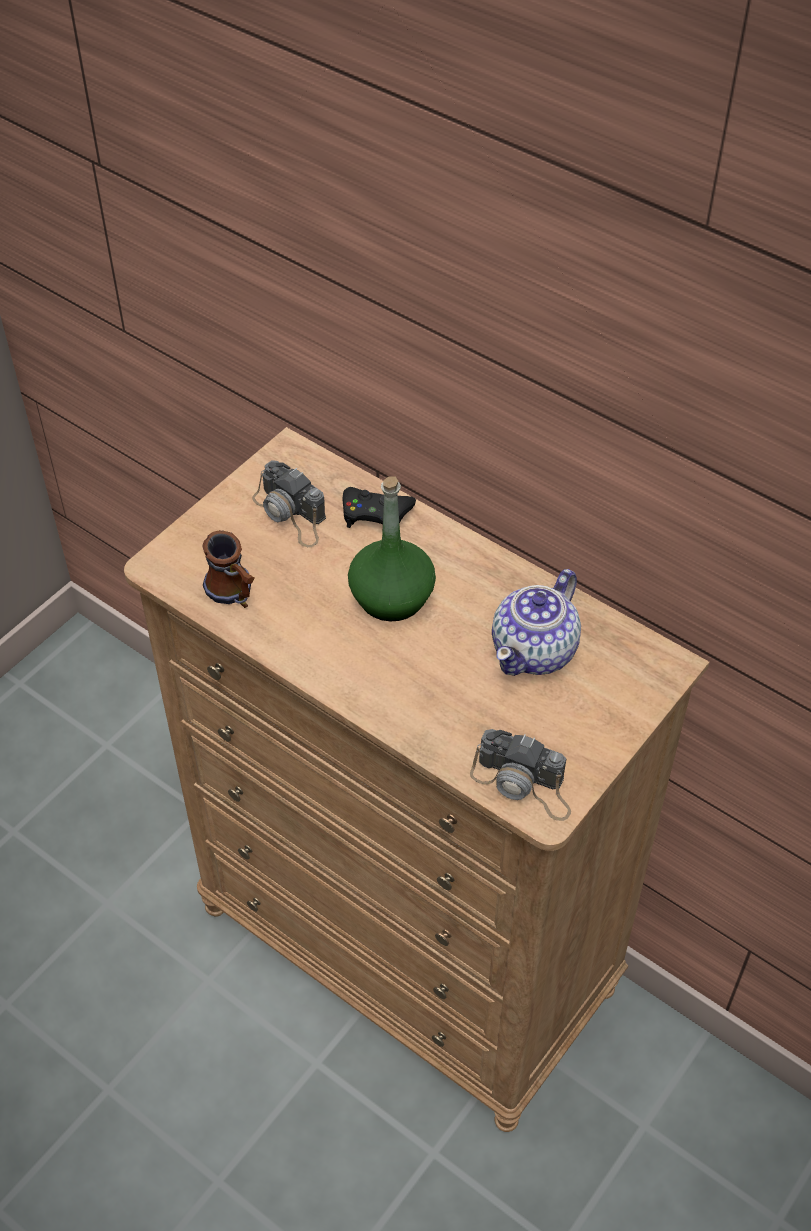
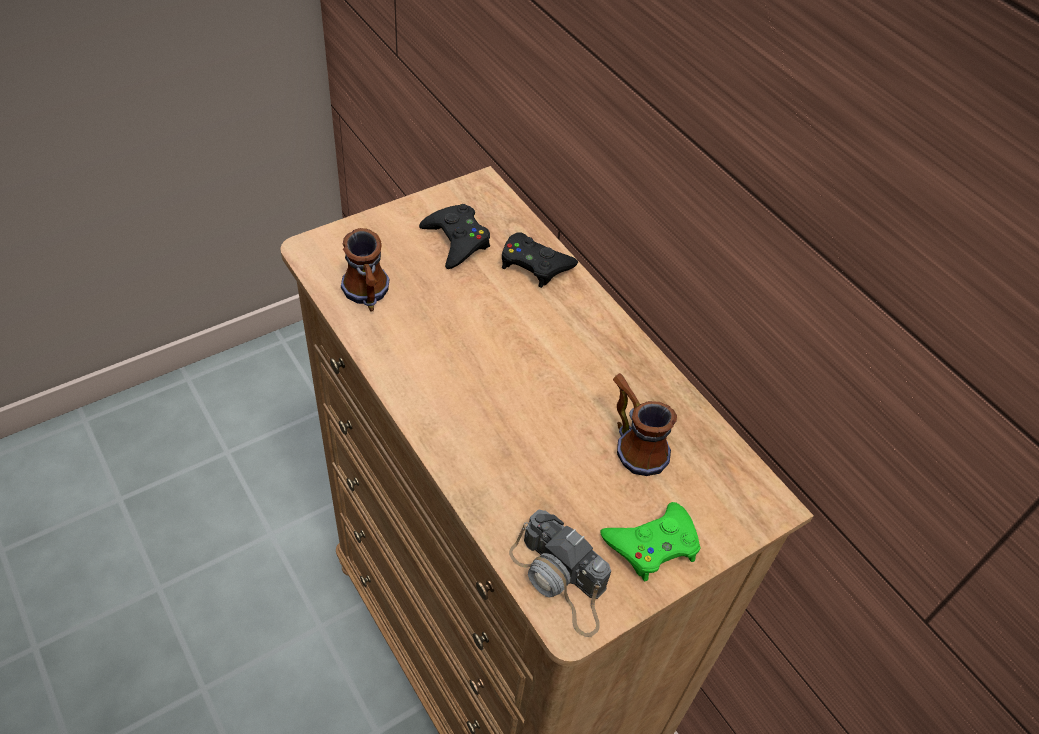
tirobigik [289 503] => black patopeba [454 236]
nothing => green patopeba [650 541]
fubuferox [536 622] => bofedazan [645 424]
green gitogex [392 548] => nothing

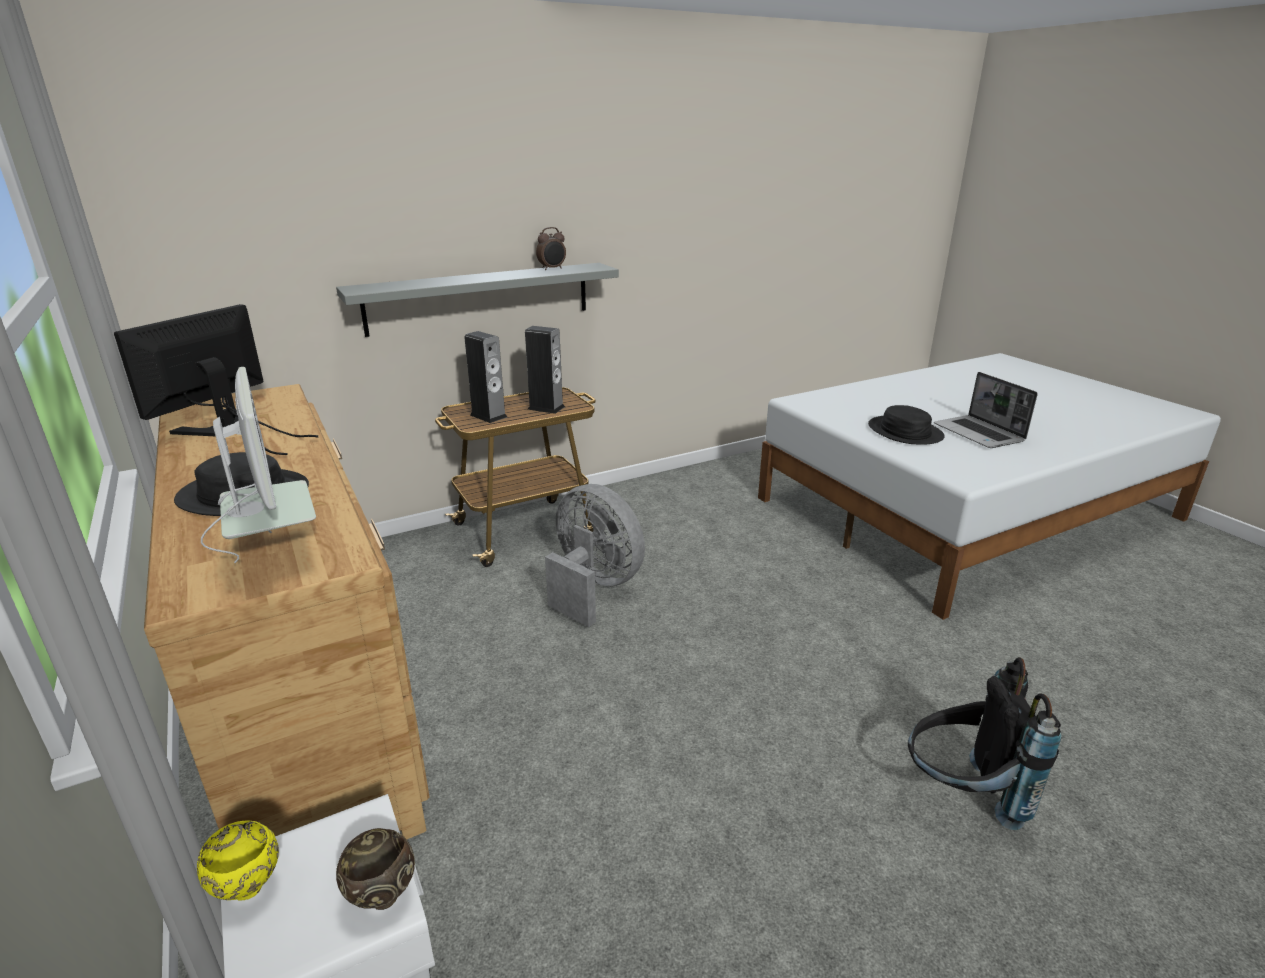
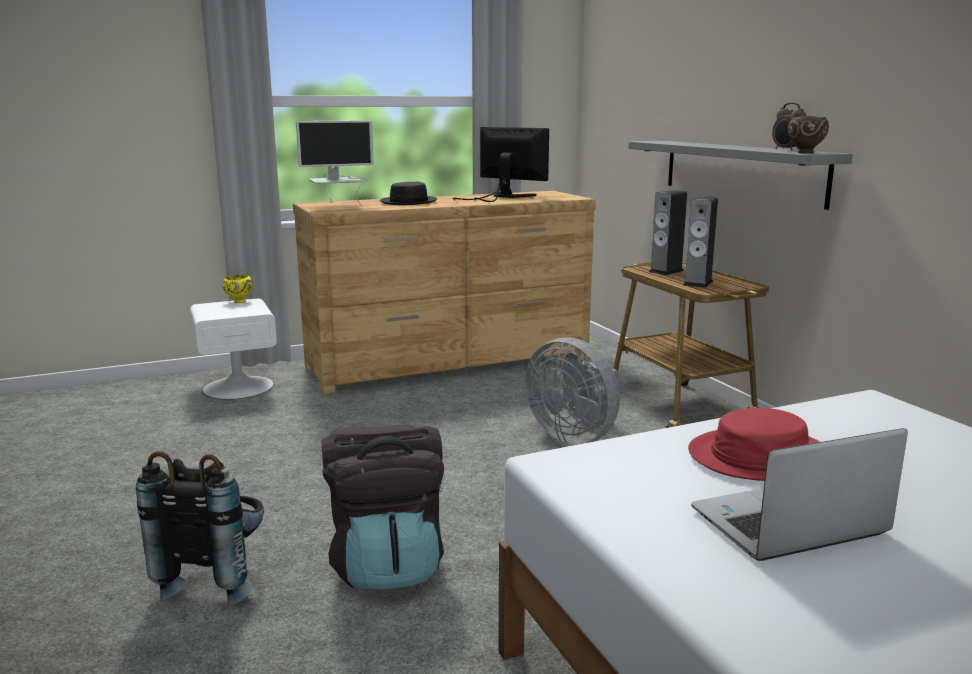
nothing => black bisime [382 507]
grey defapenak [595 555] => grey defapenak [572 391], 90 degrees clockwise
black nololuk [906 425] => red nololuk [754 444]
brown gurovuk [375 869] => brown gurovuk [808 134], shifted

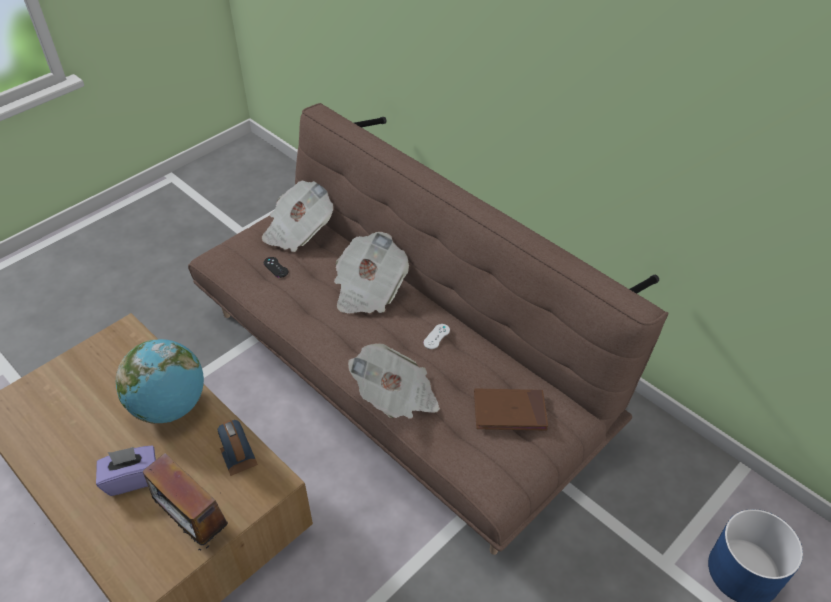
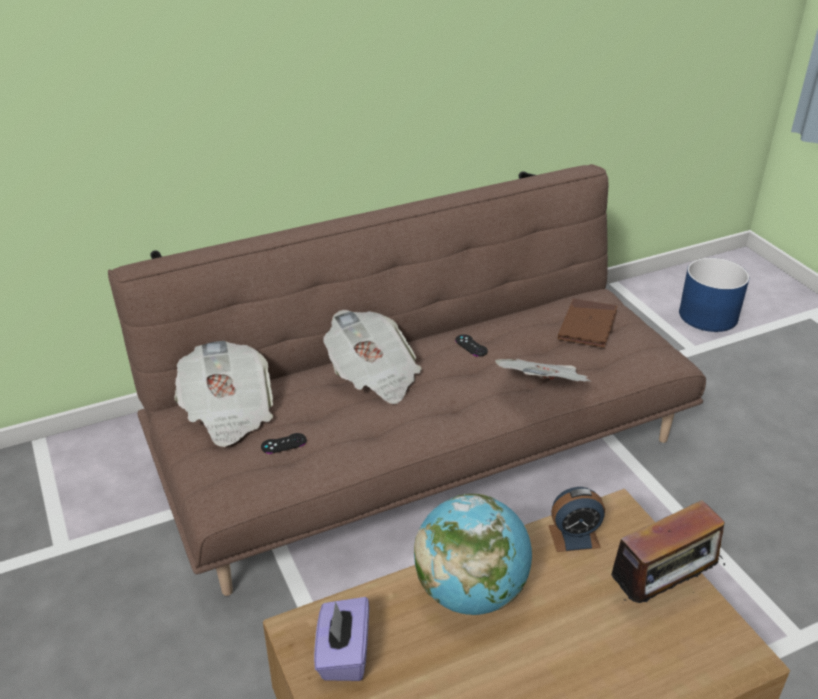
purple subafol [126 471] => purple subafol [341 639], shifted
white patopeba [436 336] => black patopeba [471 345]

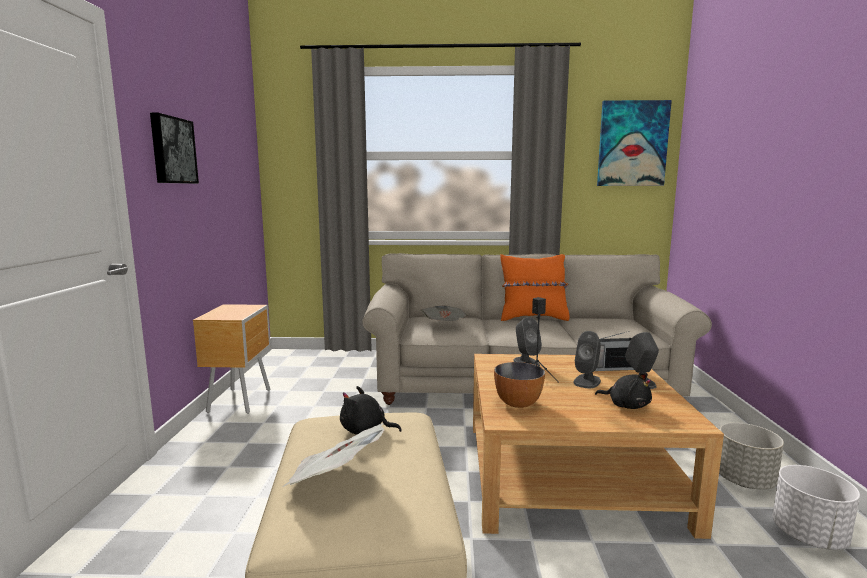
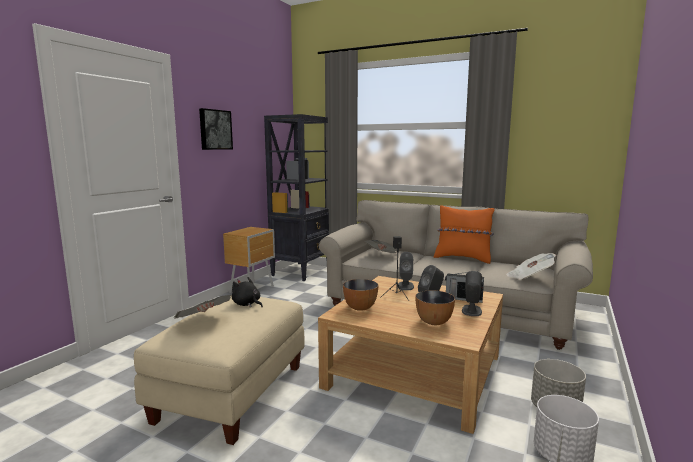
nothing => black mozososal [296 197]
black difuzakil [623 391] => gurovuk [435 307]
nothing => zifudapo [531 266]
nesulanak [634 143] => nothing

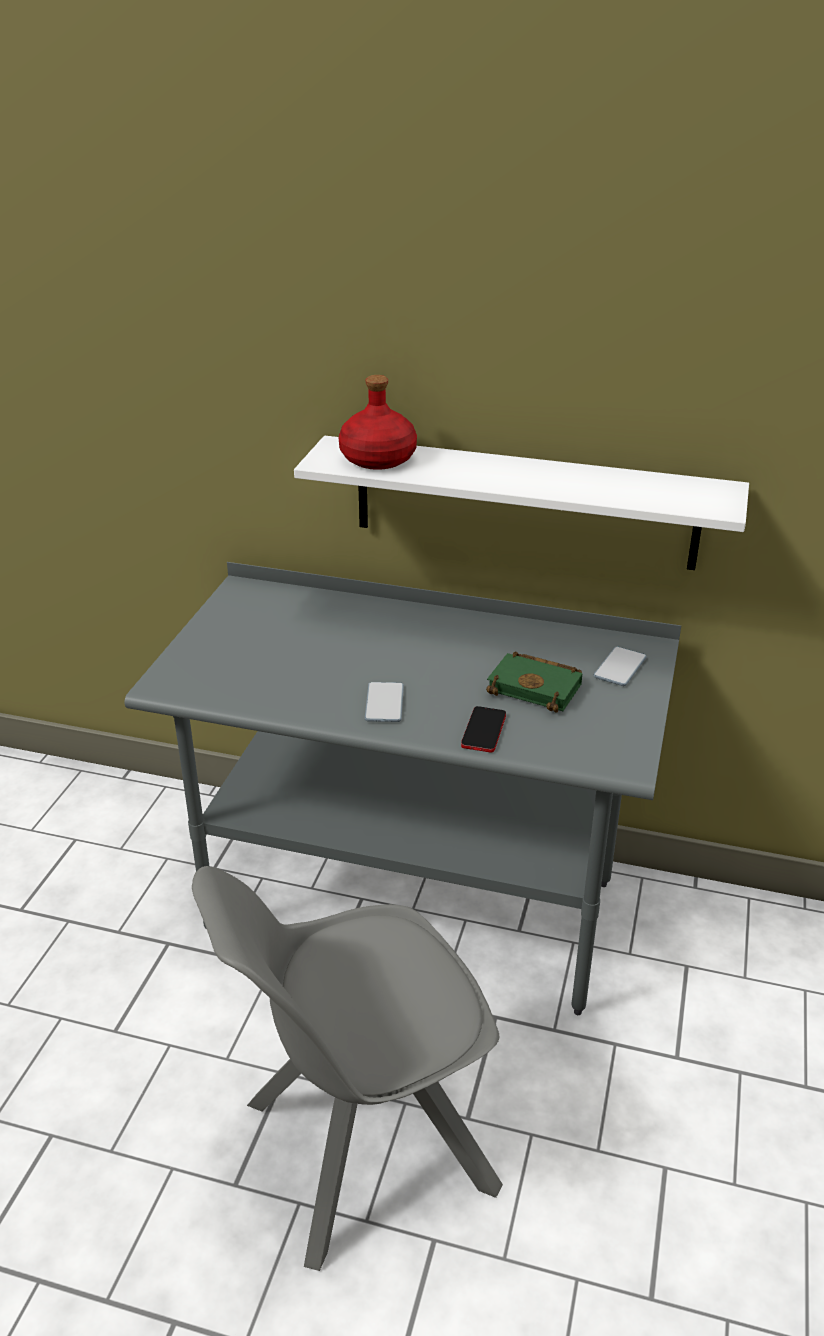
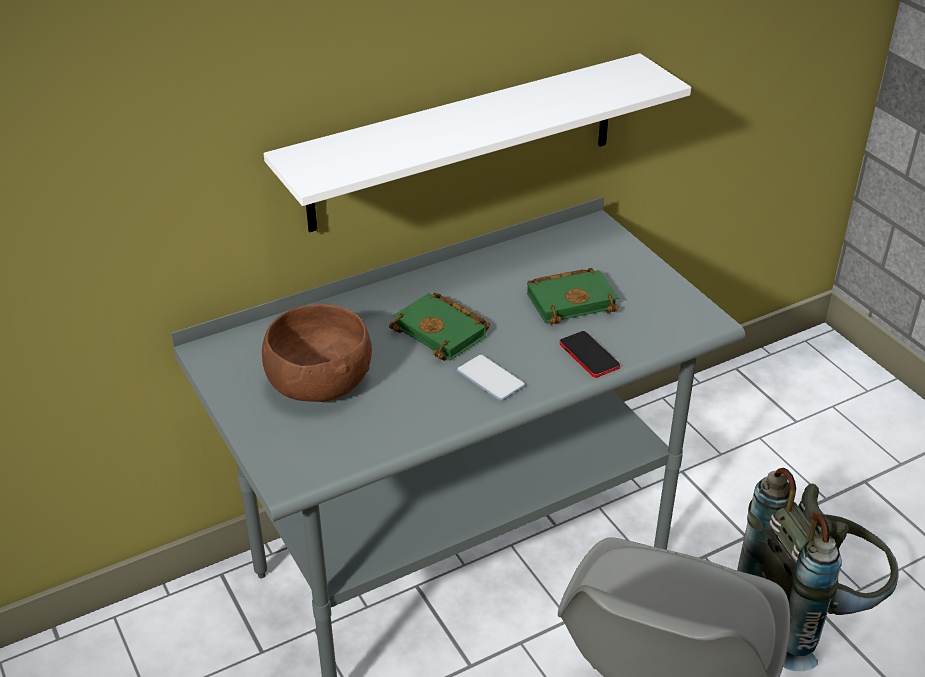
nothing => brown gurovuk [317 353]
nothing => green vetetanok [439 327]
nothing => grey bisime [817 569]
red gitogex [378 422] => nothing
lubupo [620 666] => nothing

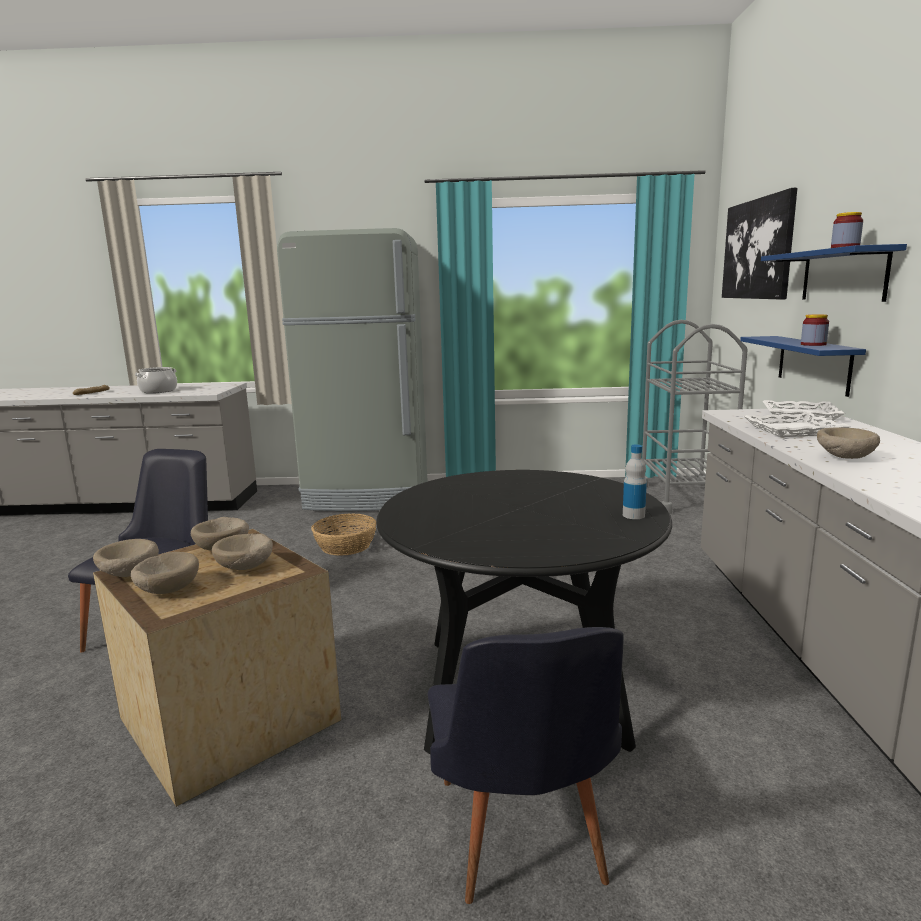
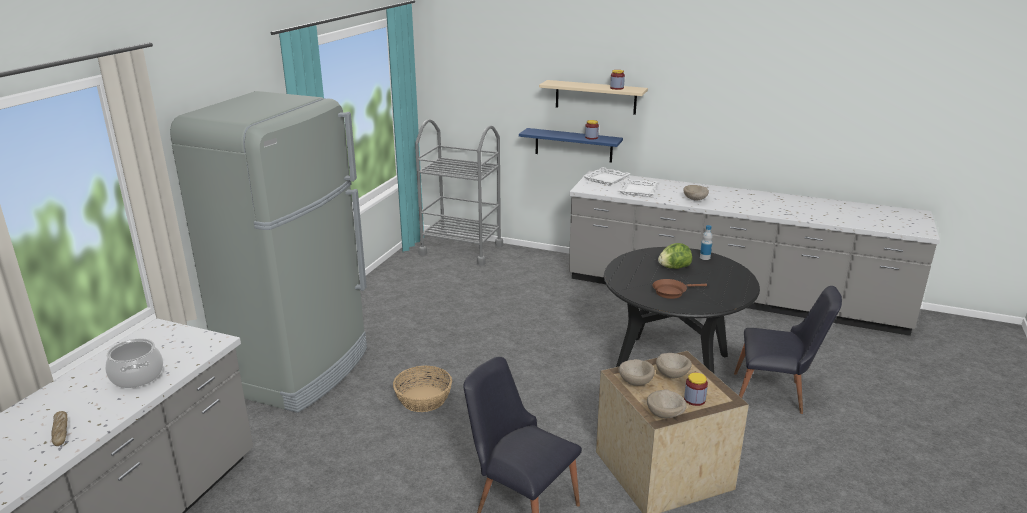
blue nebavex [834 273] => beige nebavex [593 97]
nothing => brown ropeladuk [679 289]
nothing => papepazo [675 256]
beige gurovuk [165 573] => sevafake [696 389]
nesulanak [759 244] => nothing

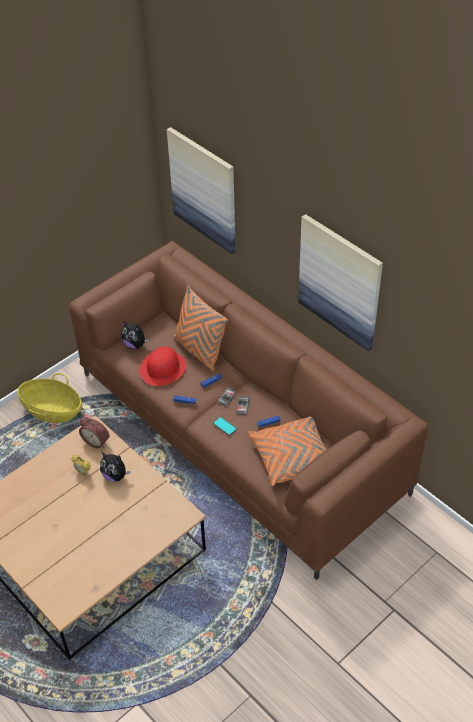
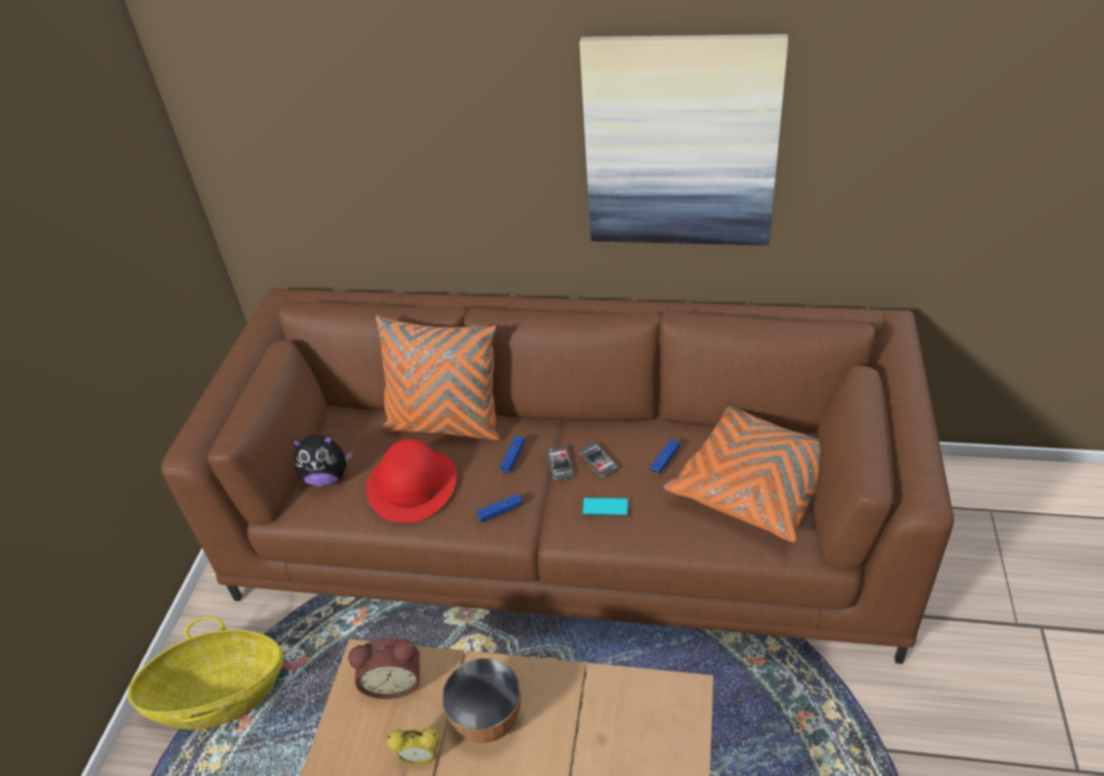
difuzakil [115 467] => gurovuk [481 700]
nesulanak [201 190] => nothing

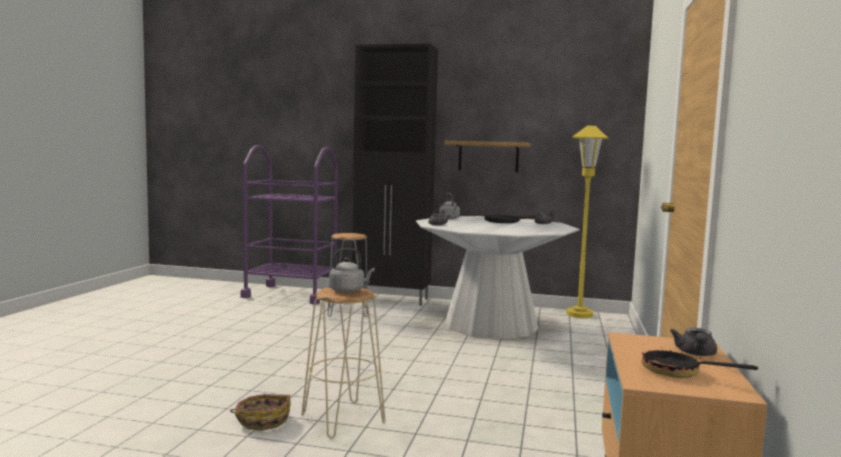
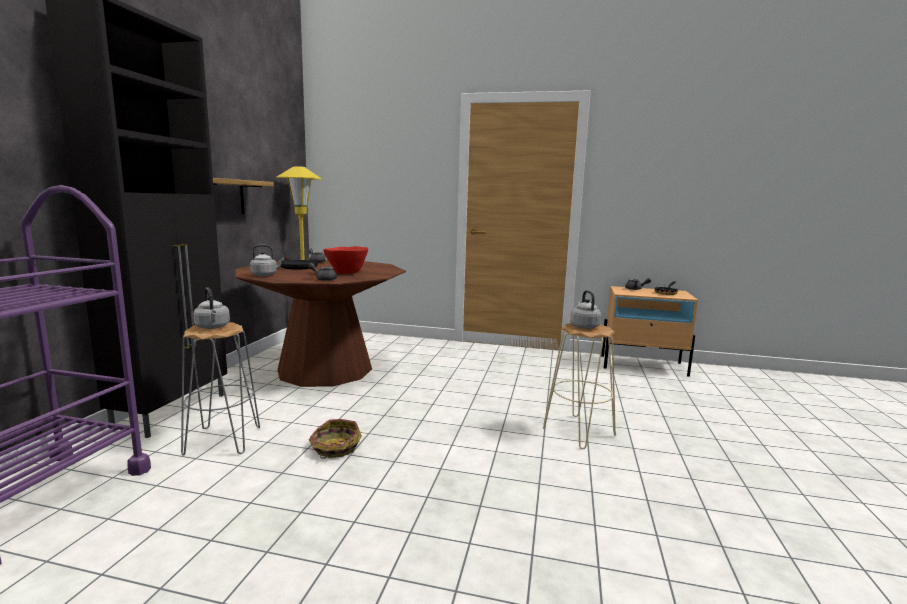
nothing => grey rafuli [211 308]
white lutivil [498 277] => brown lutivil [321 323]
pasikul [260 412] => pasikul [335 439], shifted
nothing => red gurovuk [345 260]

